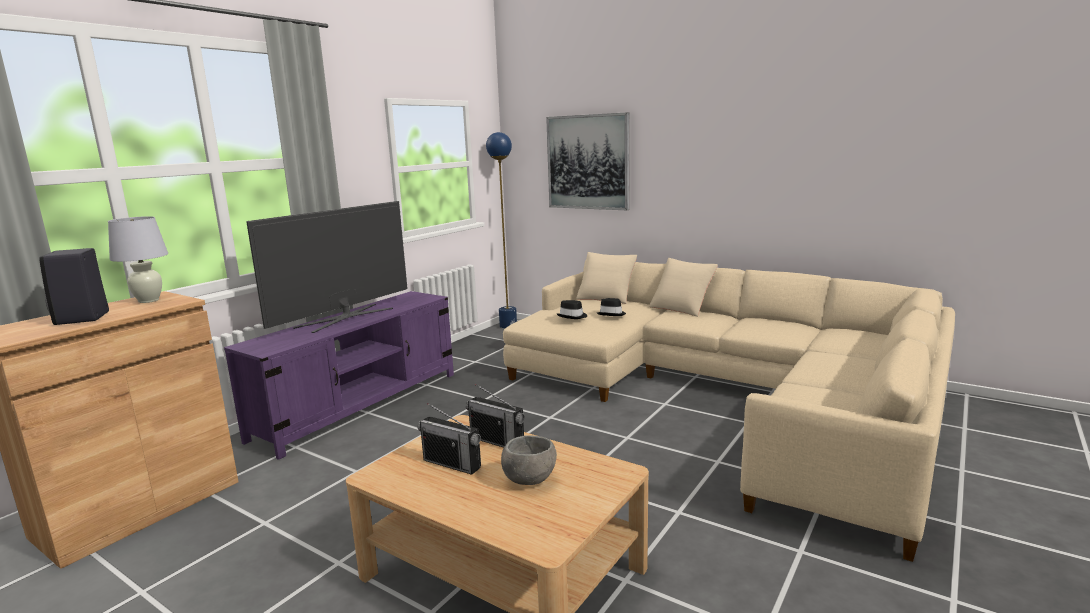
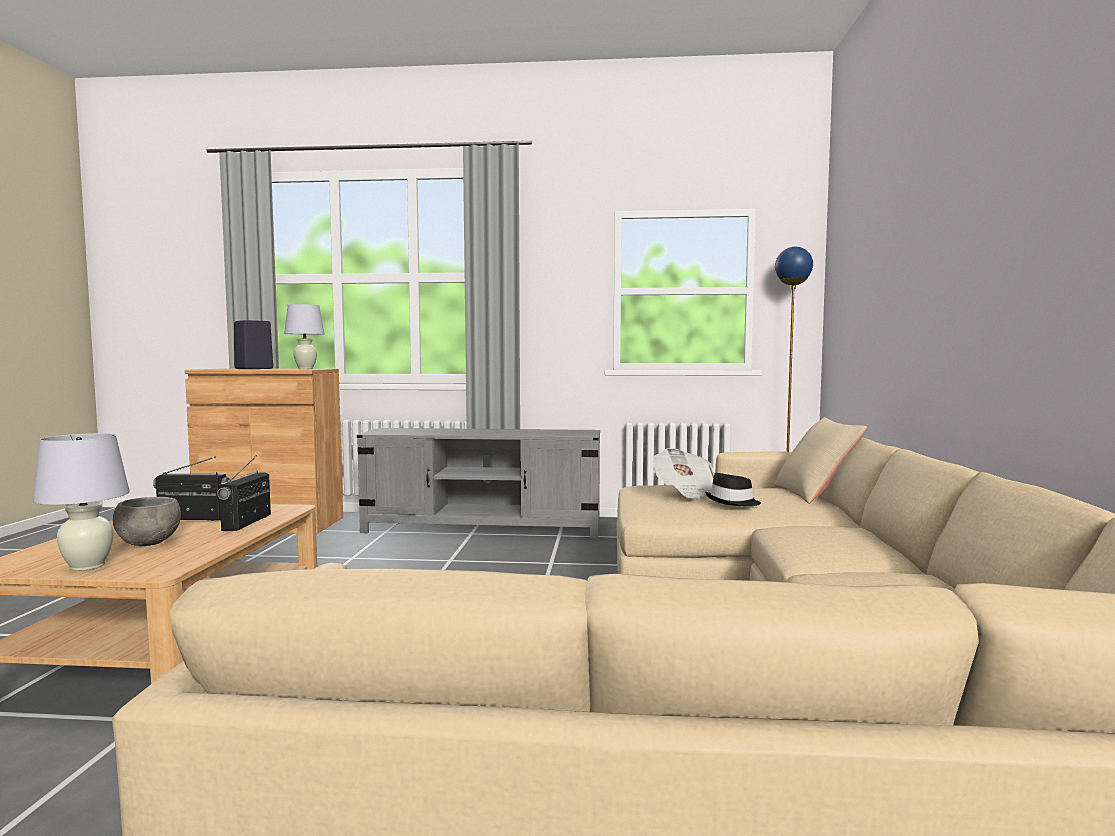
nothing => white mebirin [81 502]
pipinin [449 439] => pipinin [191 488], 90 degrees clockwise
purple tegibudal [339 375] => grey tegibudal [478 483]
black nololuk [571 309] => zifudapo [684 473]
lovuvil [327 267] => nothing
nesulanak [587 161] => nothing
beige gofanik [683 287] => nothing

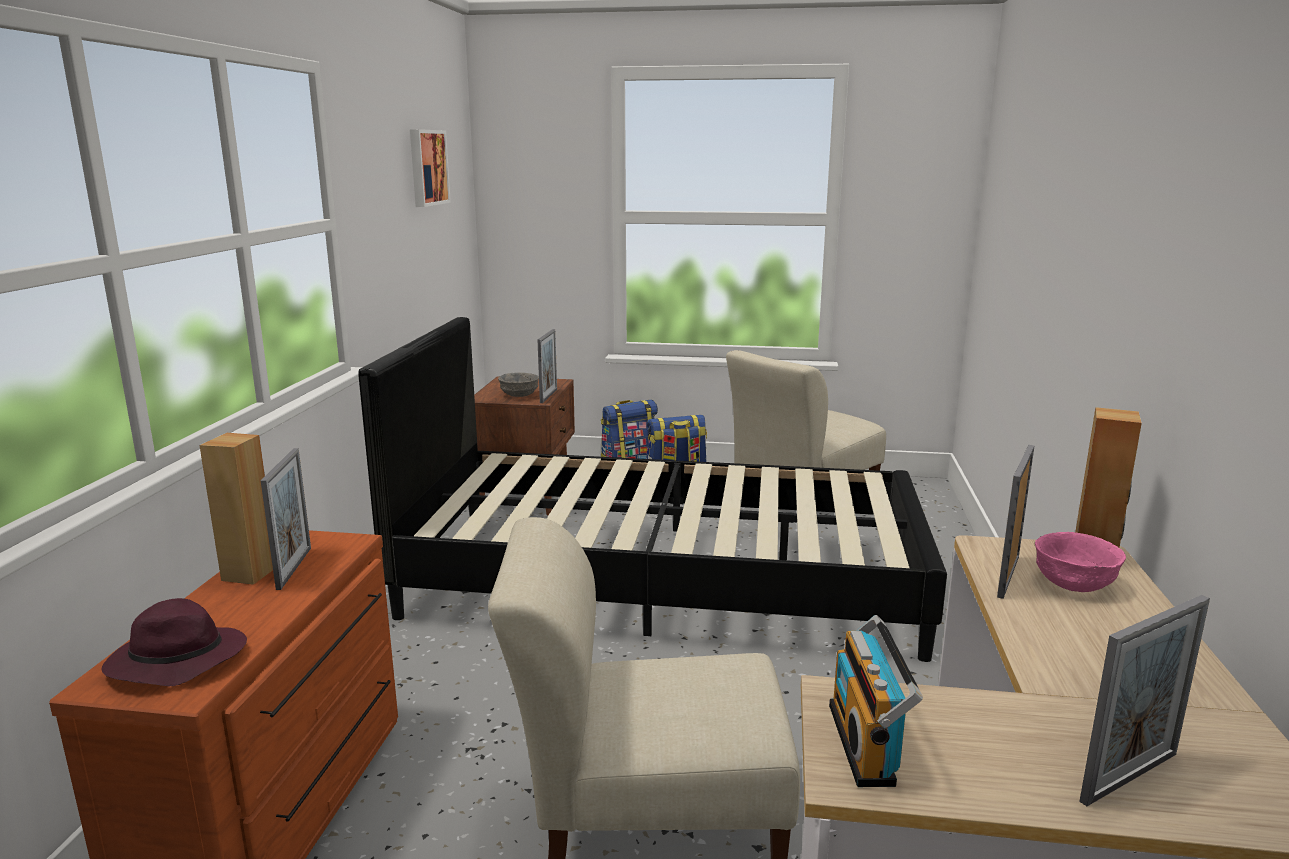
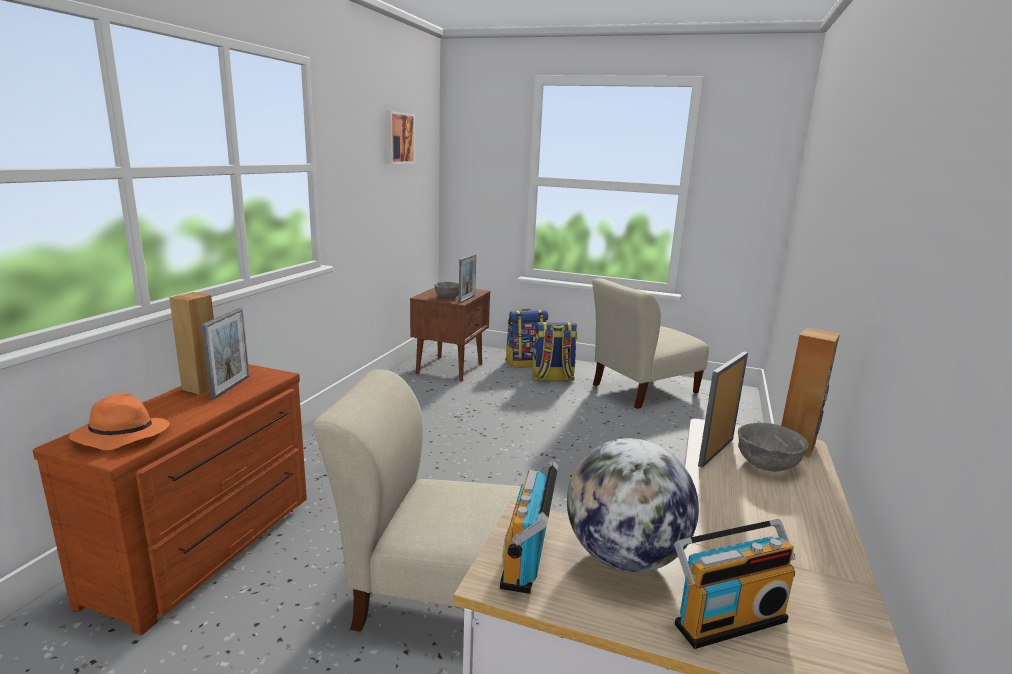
purple nololuk [174 642] => orange nololuk [119 422]
nothing => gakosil [633 505]
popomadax [1144 700] => pipinin [735 584]
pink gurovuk [1080 562] => grey gurovuk [773 447]
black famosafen [652 489] => nothing

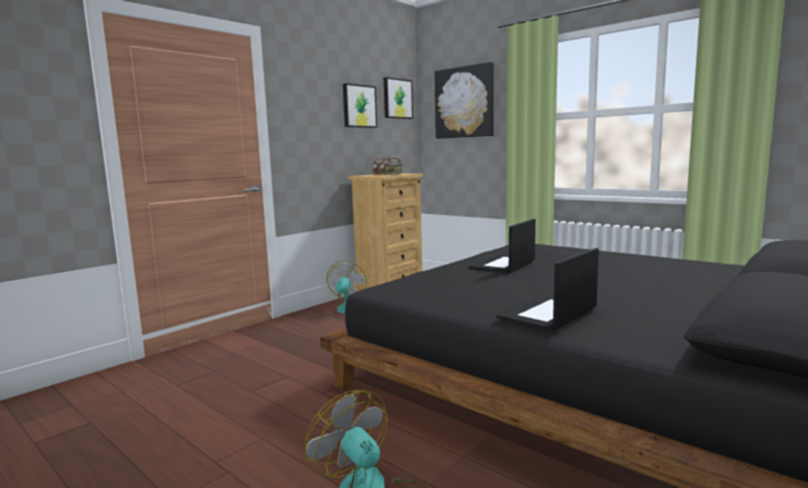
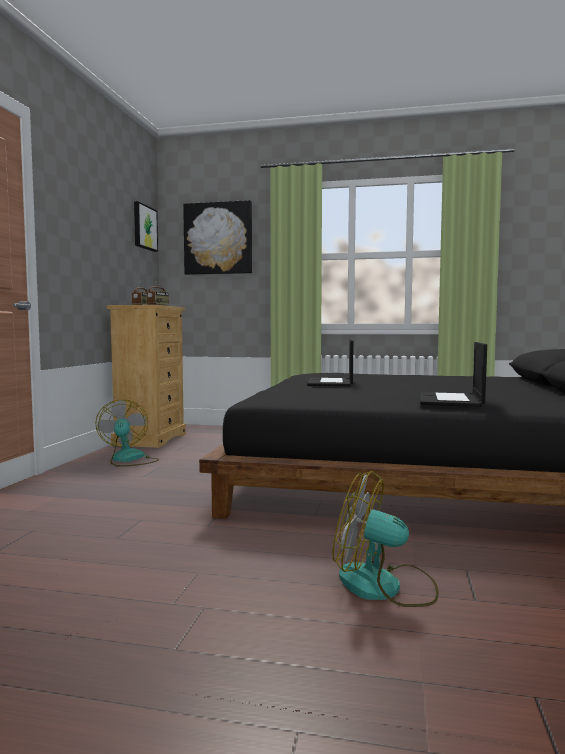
nesulanak [360 105] => nothing

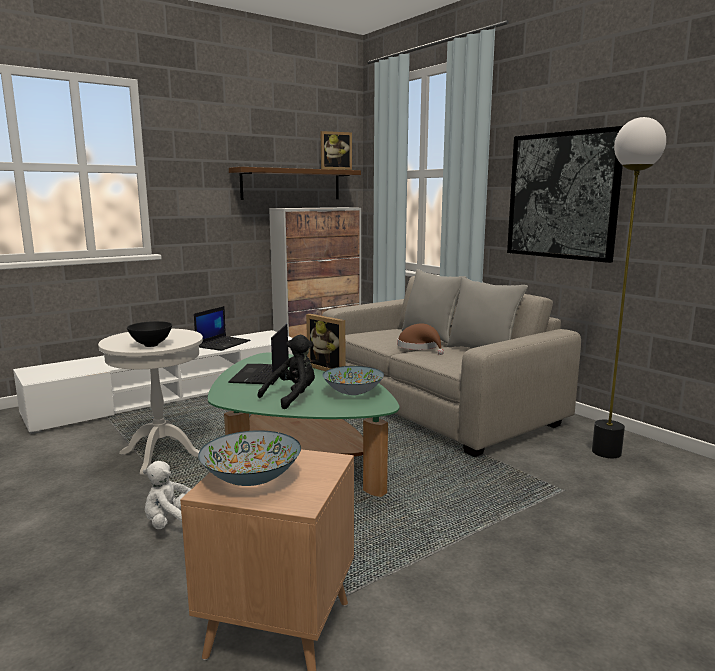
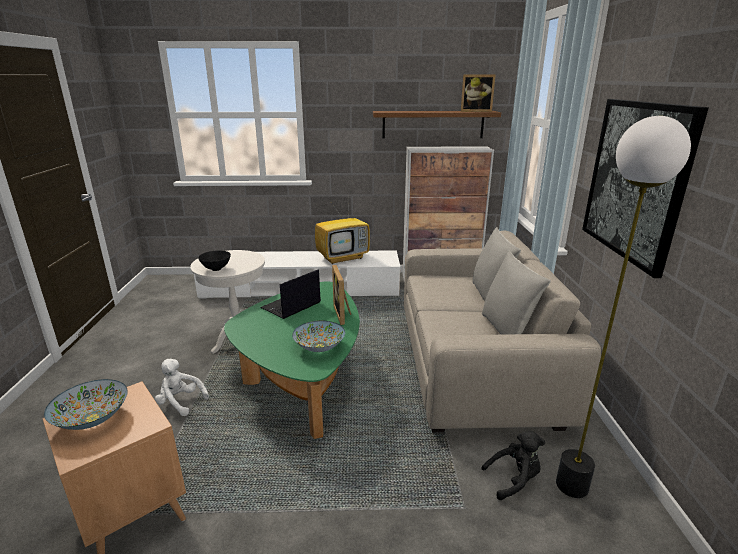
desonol [222 328] => lovuvil [342 231]
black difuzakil [286 372] => black difuzakil [513 465], shifted
brown nololuk [420 339] => nothing

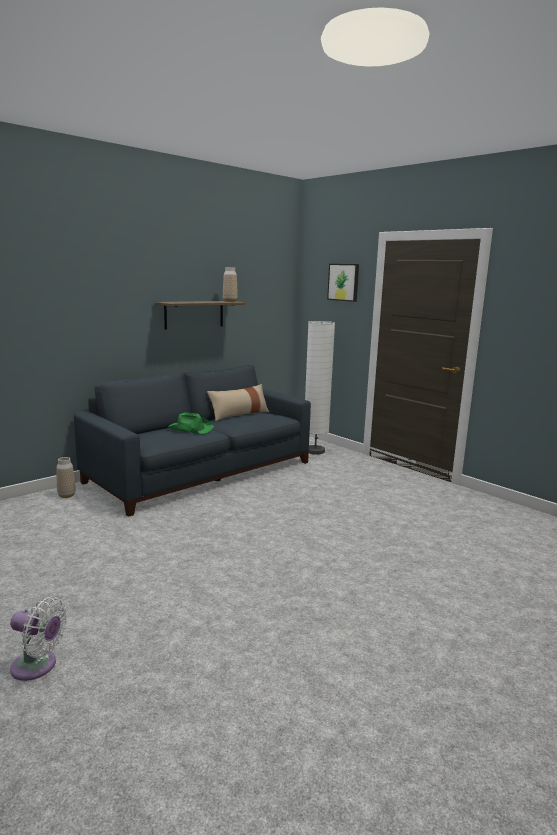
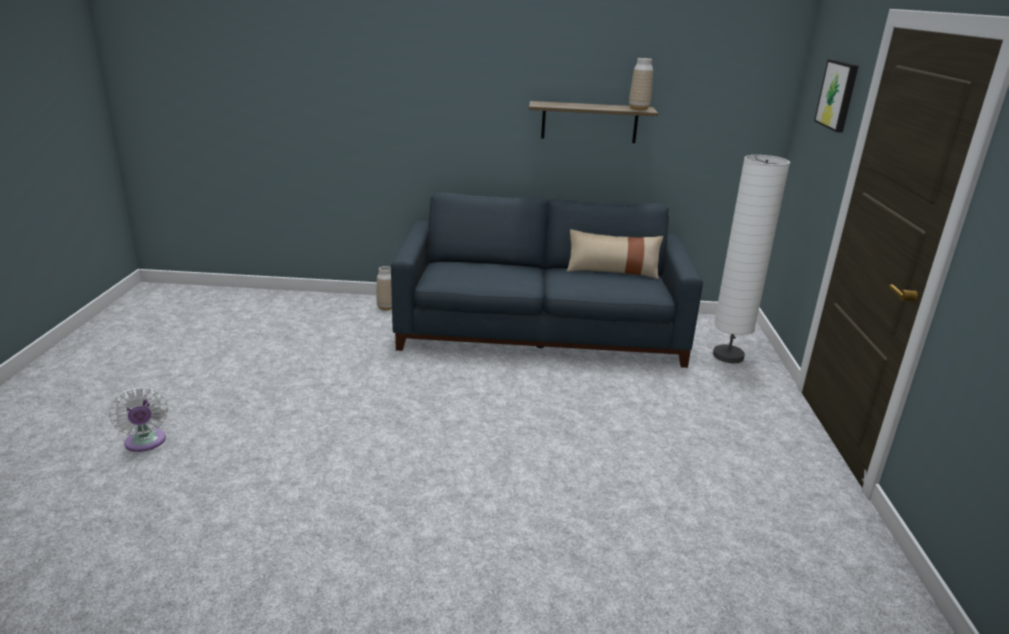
green nololuk [191 423] => nothing

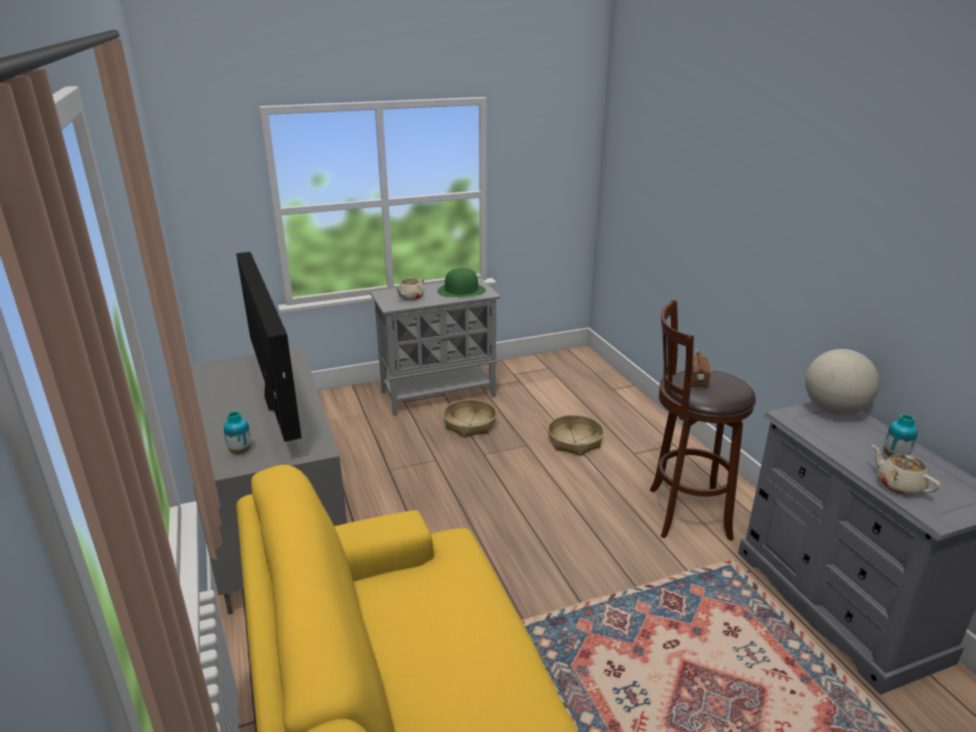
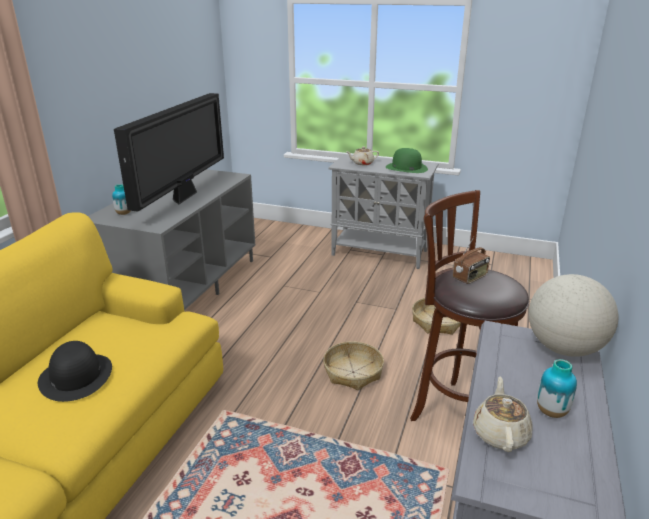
nothing => black nololuk [75 371]
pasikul [470 418] => pasikul [353 365], shifted

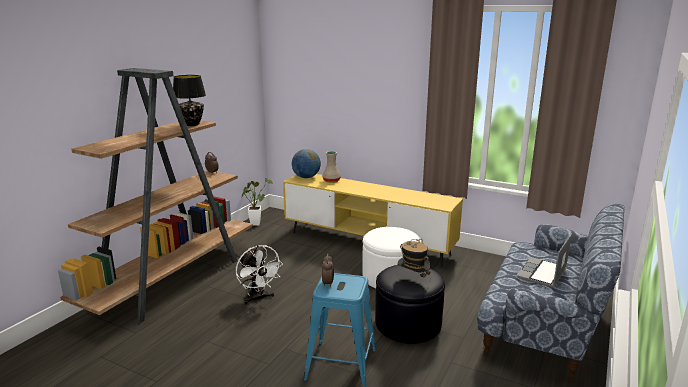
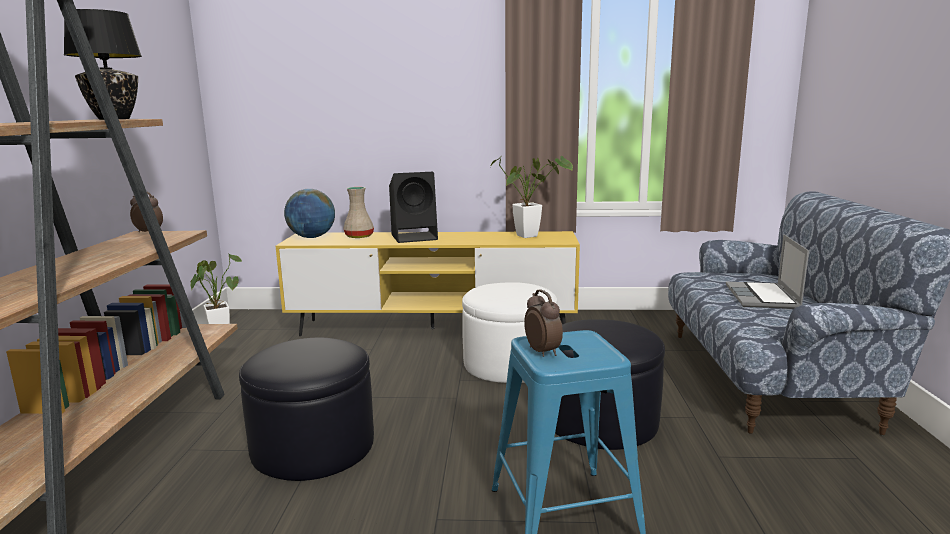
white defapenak [259 275] => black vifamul [306 409]
nothing => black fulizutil [413 207]
nothing => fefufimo [531 197]
nololuk [414 258] => nothing

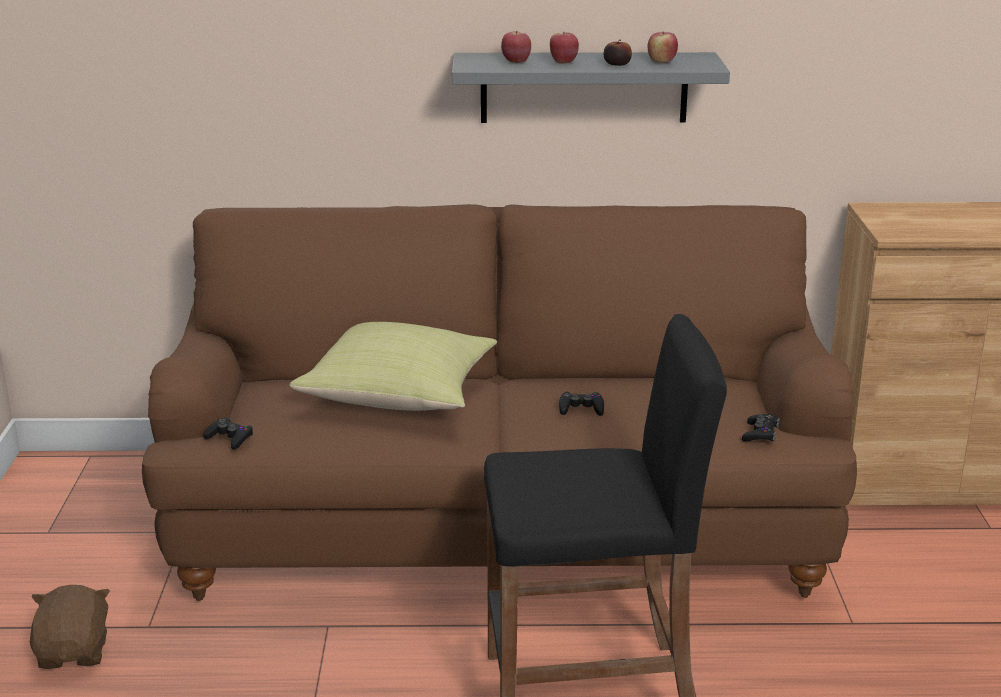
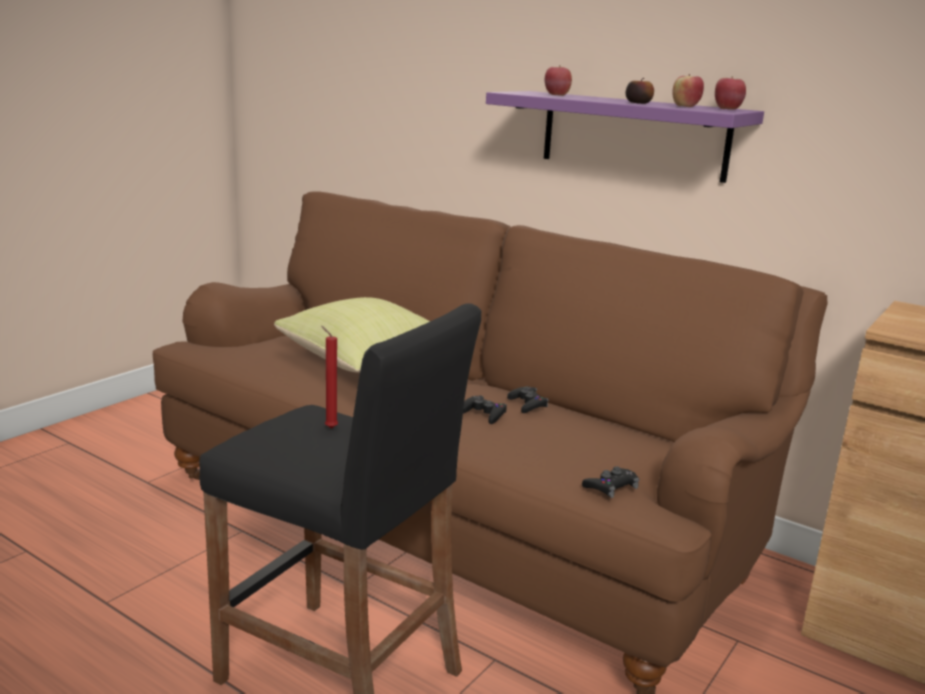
nothing => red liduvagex [329 377]
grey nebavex [591 87] => purple nebavex [625 137]
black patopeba [228 433] => black patopeba [528 399], shifted
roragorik [564 48] => roragorik [730 93], shifted
brown difuzakil [70 627] => nothing

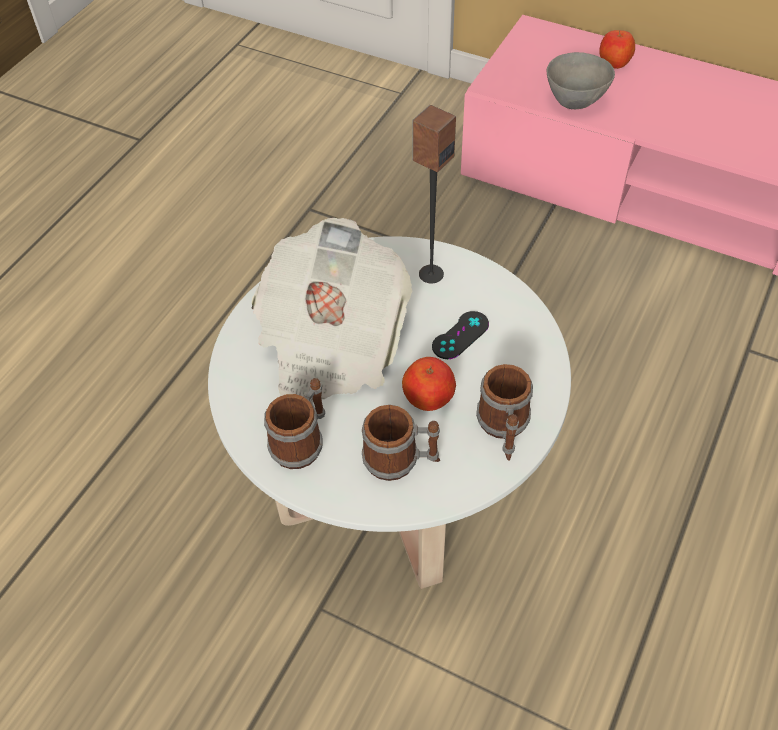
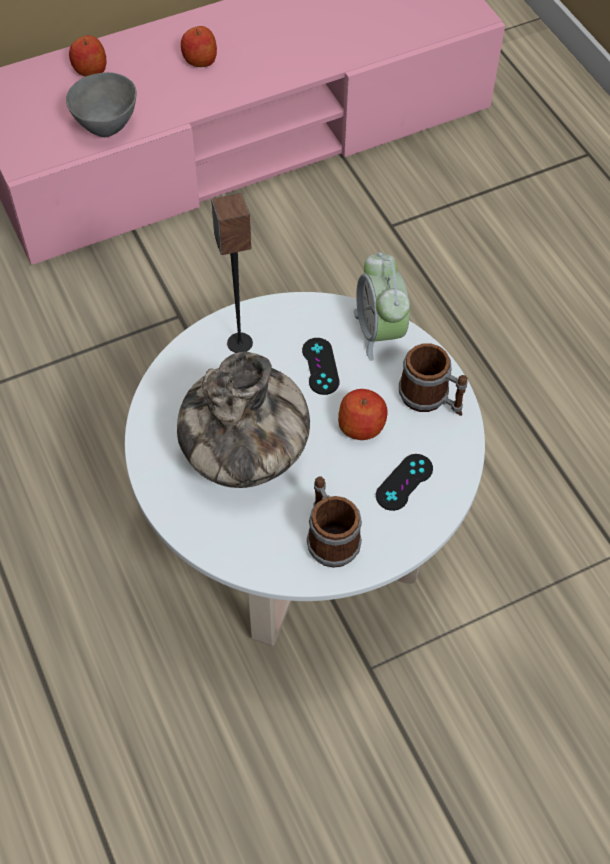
zifudapo [331 310] => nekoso [243 420]
nothing => roragorik [199 46]
nothing => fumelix [382 306]
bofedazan [401 443] => black patopeba [404 482]

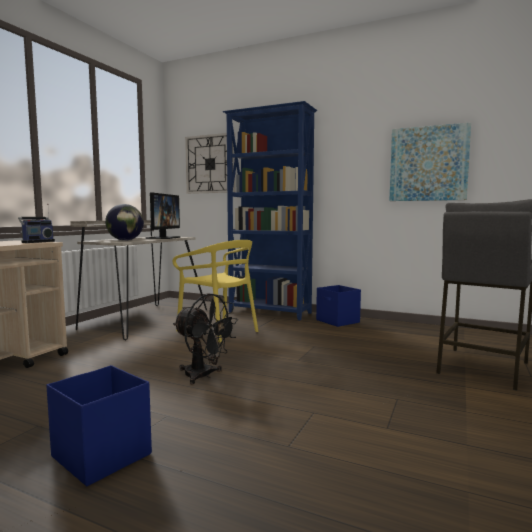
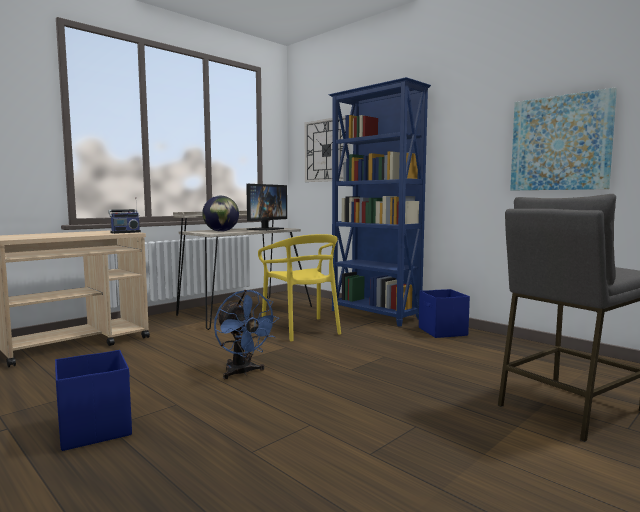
black defapenak [206 339] => blue defapenak [247 334]

